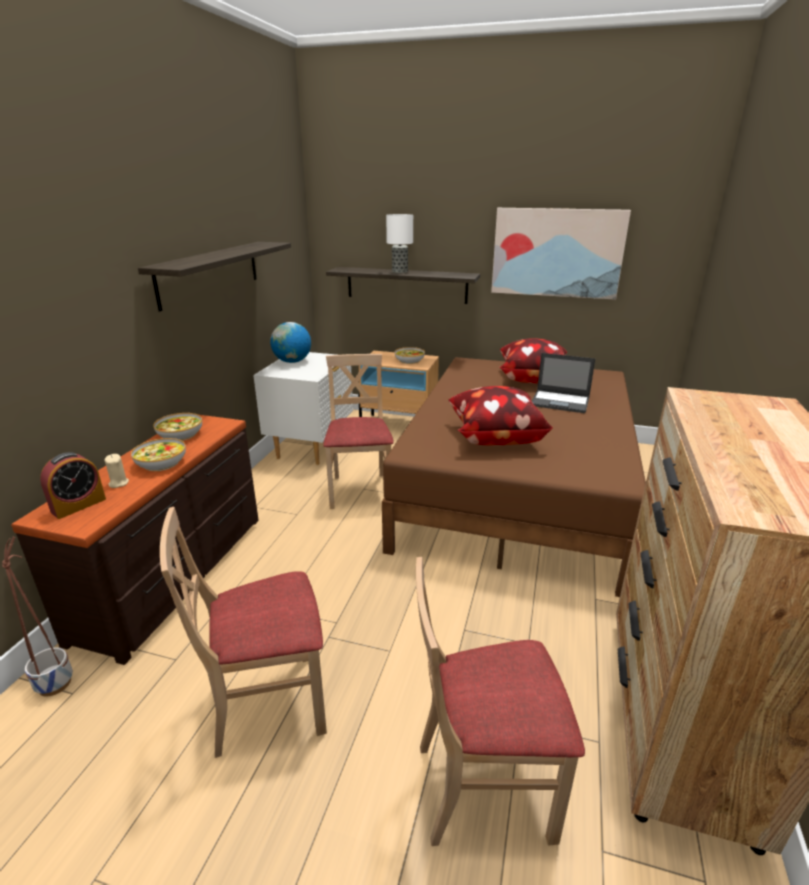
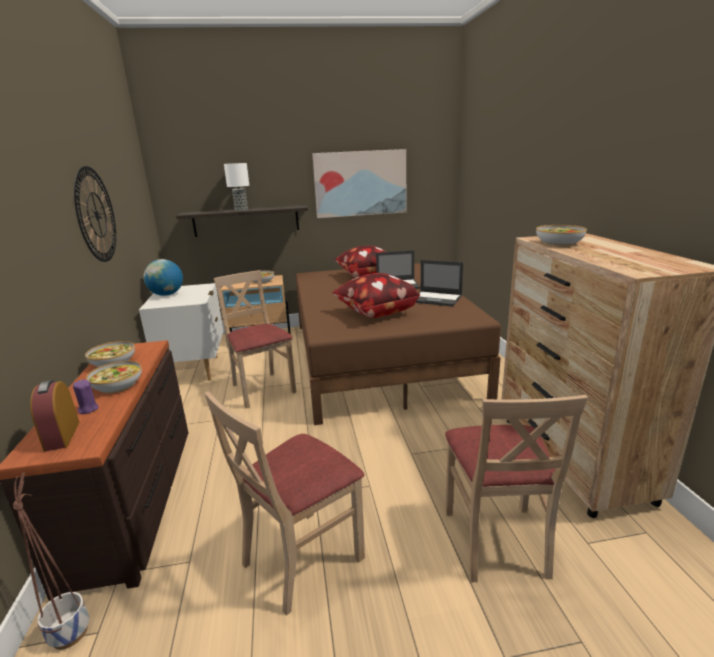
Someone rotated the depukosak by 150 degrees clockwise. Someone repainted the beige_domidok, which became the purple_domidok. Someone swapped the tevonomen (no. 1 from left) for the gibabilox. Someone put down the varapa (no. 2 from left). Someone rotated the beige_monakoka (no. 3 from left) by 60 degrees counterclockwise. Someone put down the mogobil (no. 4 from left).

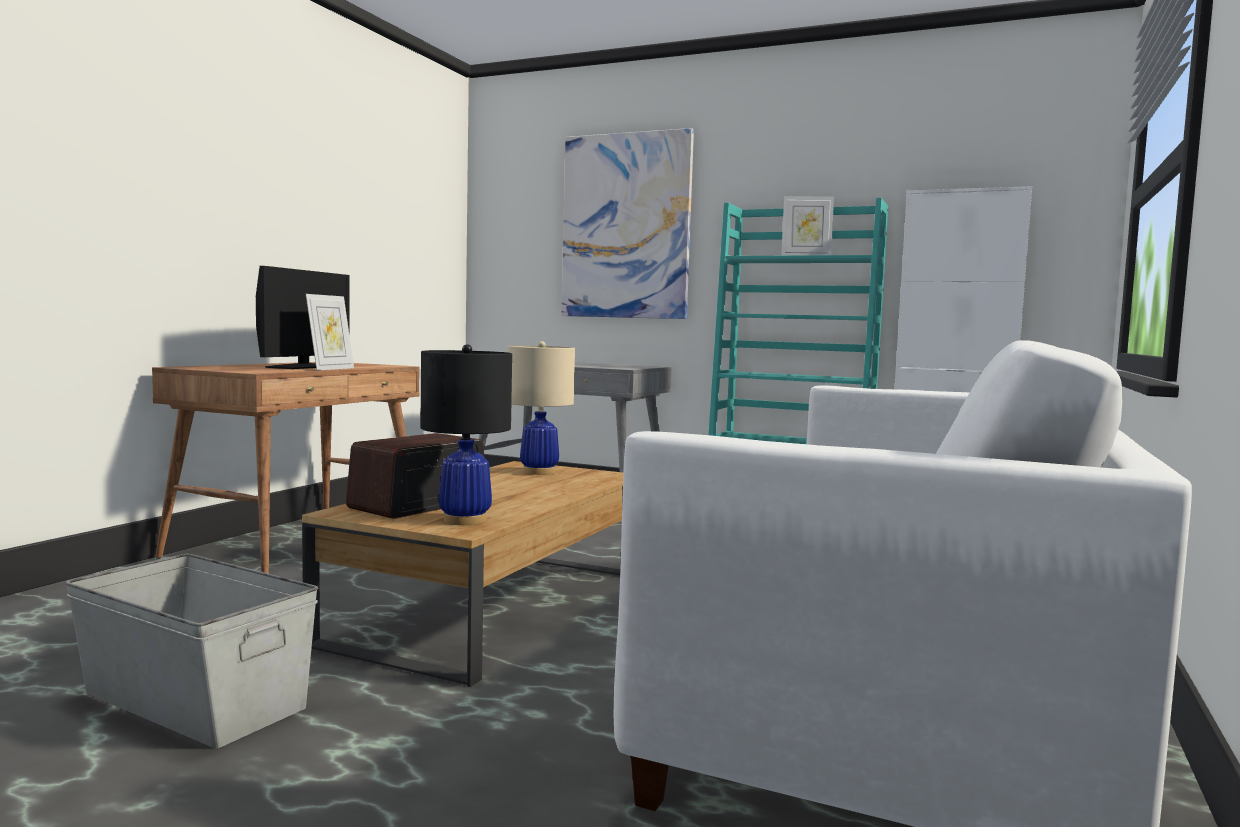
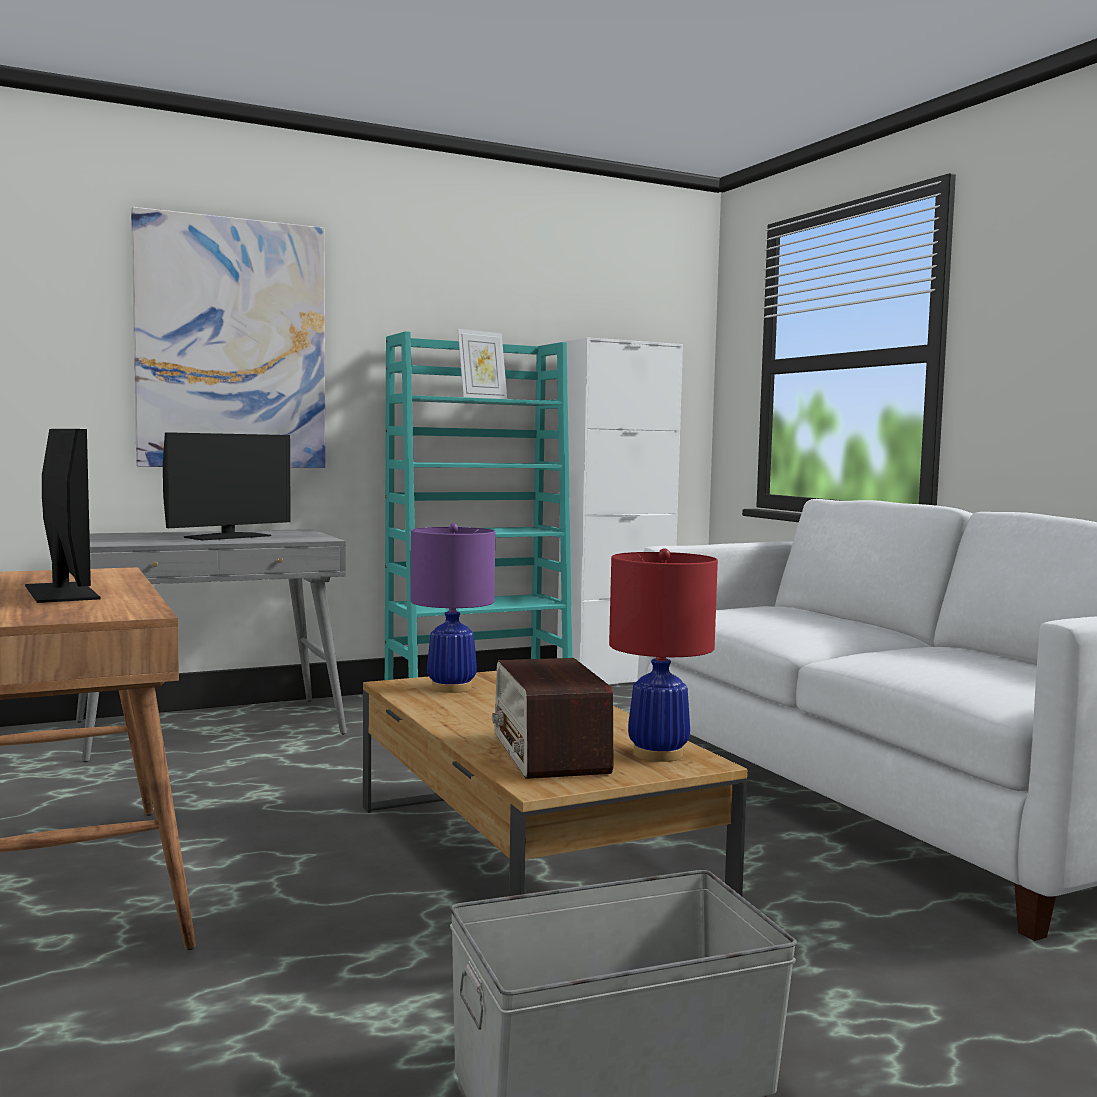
Someone put down the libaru (no. 2 from left). Someone repainted the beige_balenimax, which became the purple_balenimax. Someone repainted the black_balenimax, which became the red_balenimax. Someone took away the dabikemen (no. 1 from left).

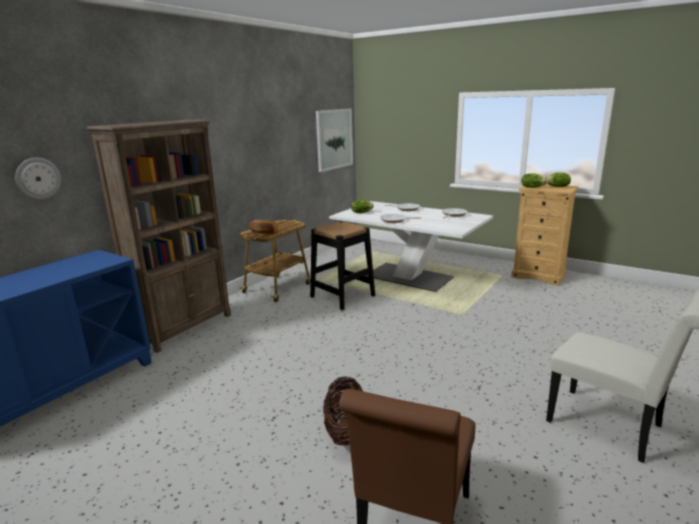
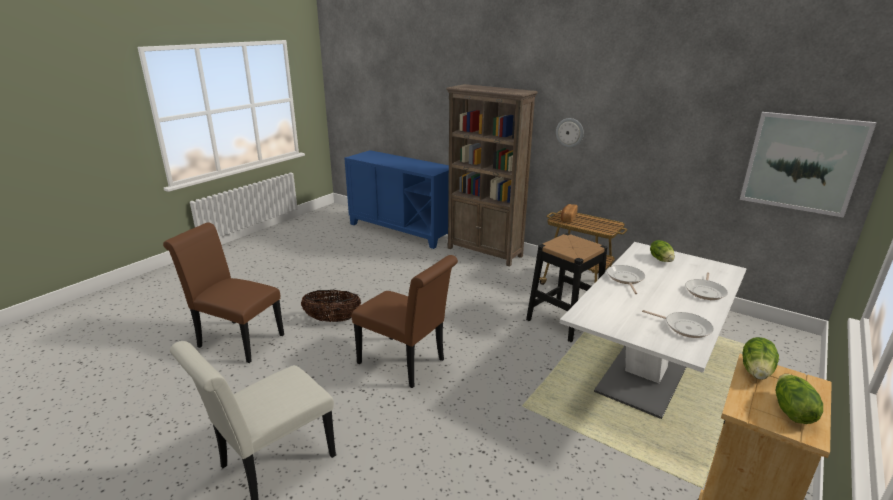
Someone put down the brown_monakoka (no. 2 from left). Someone carried the gibabilox.

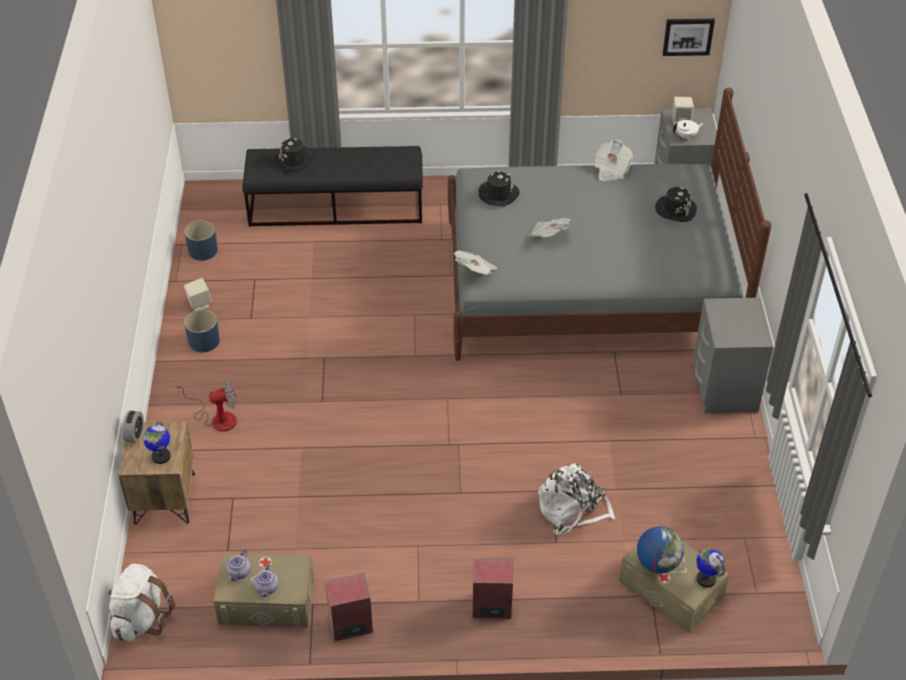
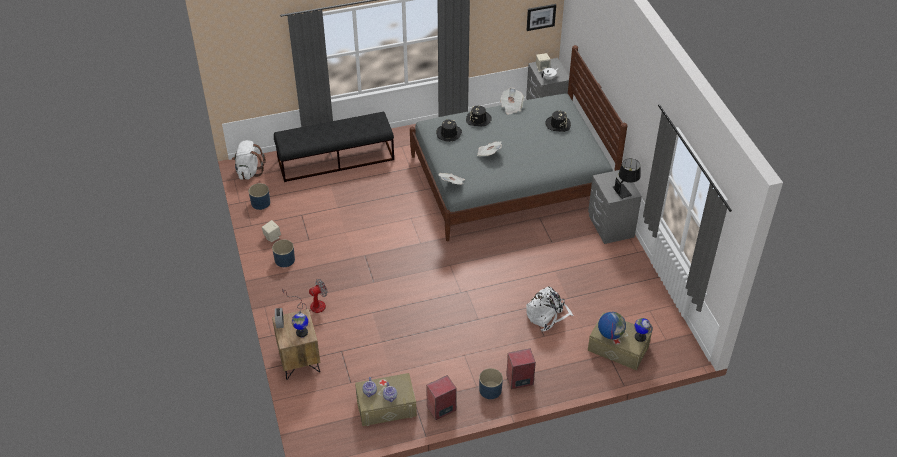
Someone carried the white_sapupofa (no. 1 from left). Someone carried the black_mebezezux (no. 1 from left in the first image). Someone put down the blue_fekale (no. 3 from left). Someone put down the black_balenimax.

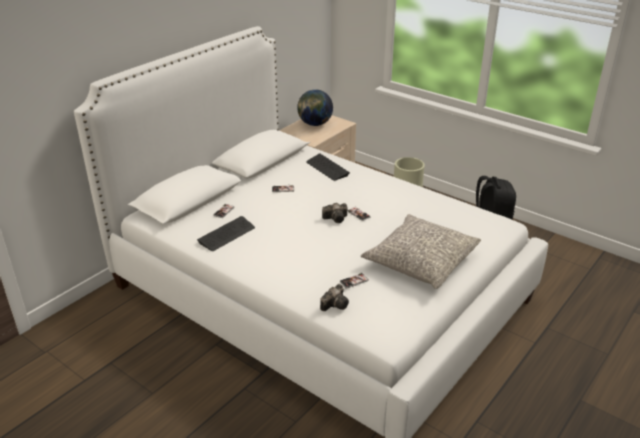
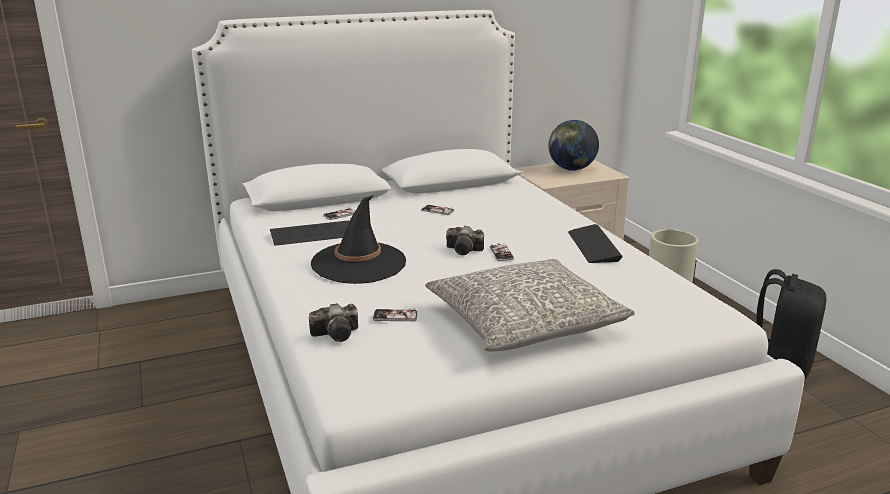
Someone put down the black_mebezezux. Someone carried the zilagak (no. 2 from left).

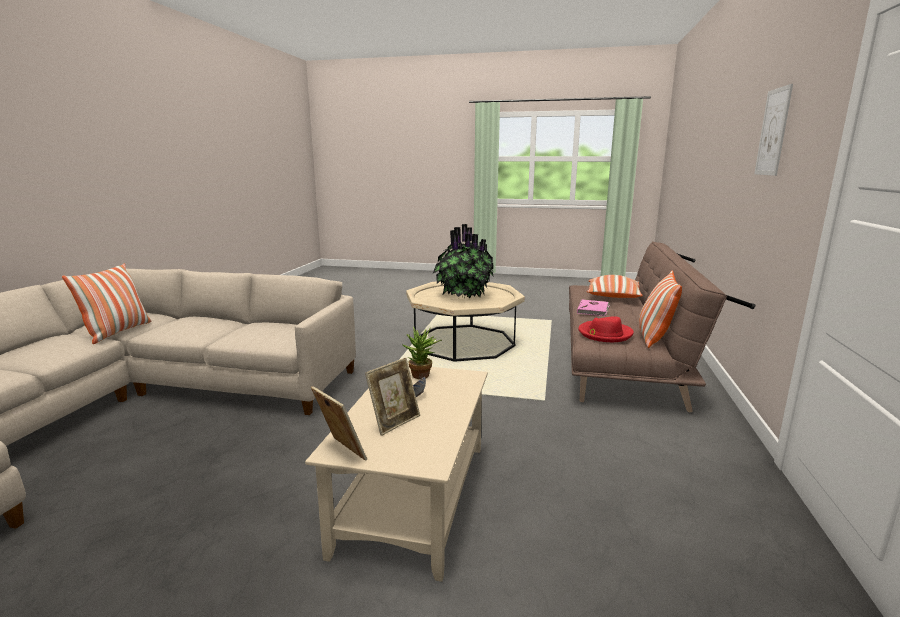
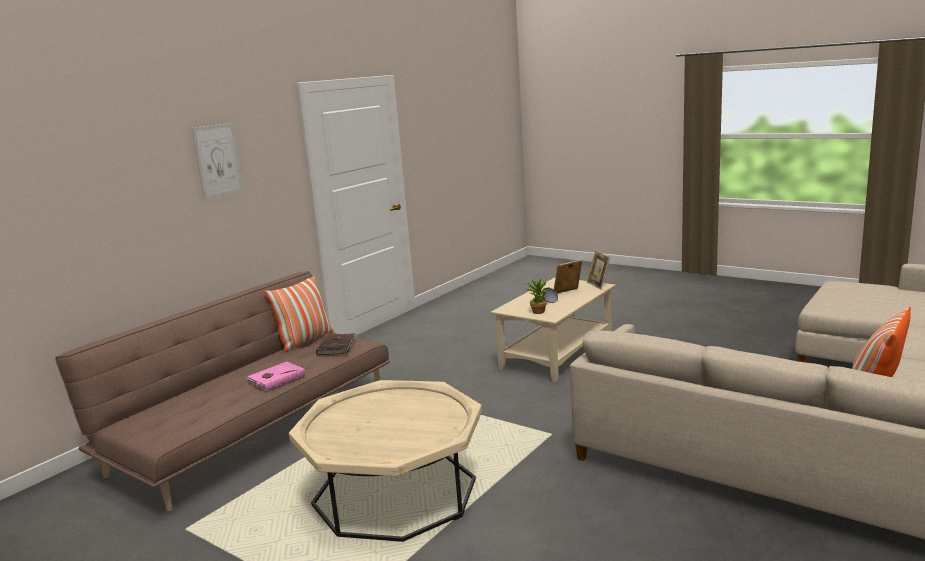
Someone swapped the red_mebezezux for the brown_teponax. Someone took away the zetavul (no. 2 from left). Someone took away the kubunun (no. 2 from left).

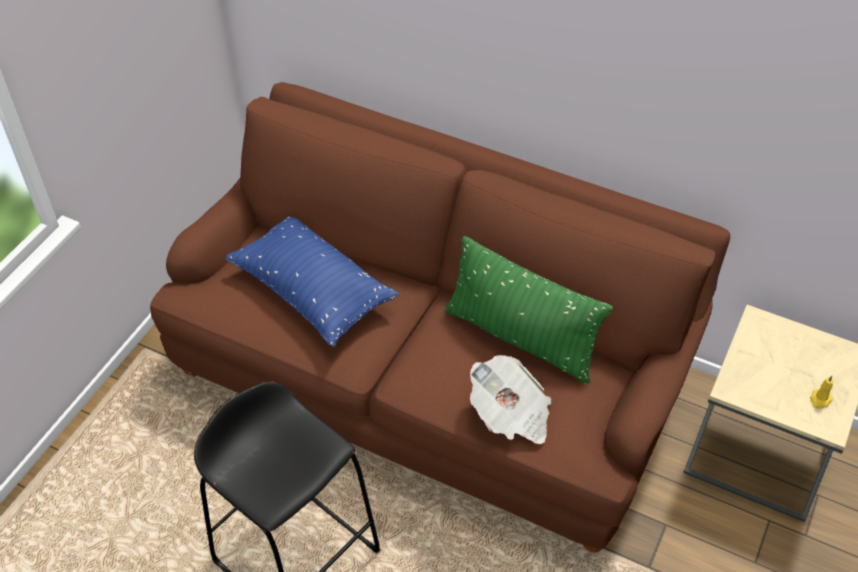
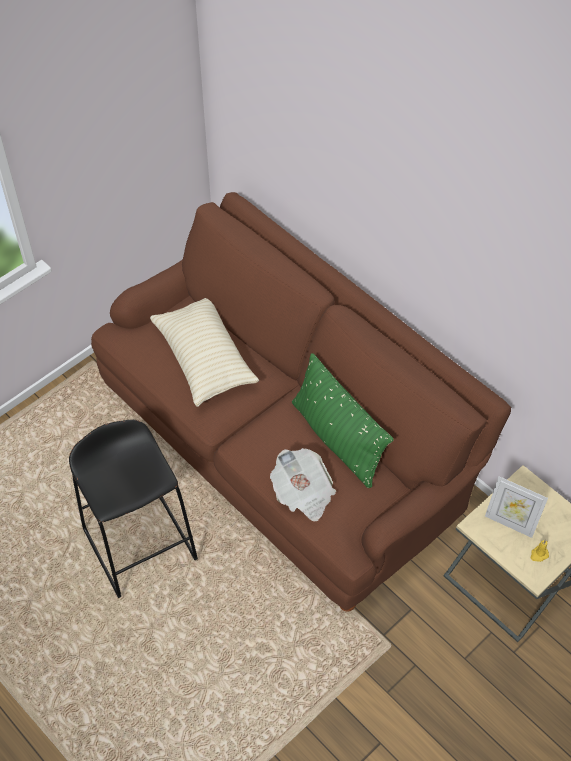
Someone repainted the blue_kubunun, which became the beige_kubunun. Someone put down the dabikemen.

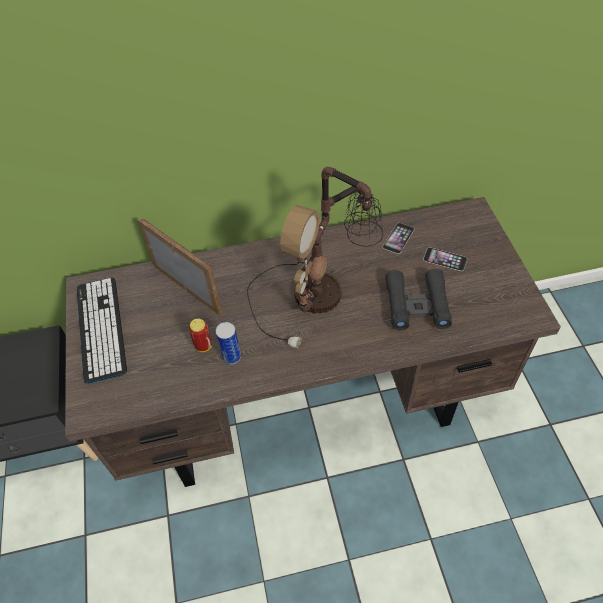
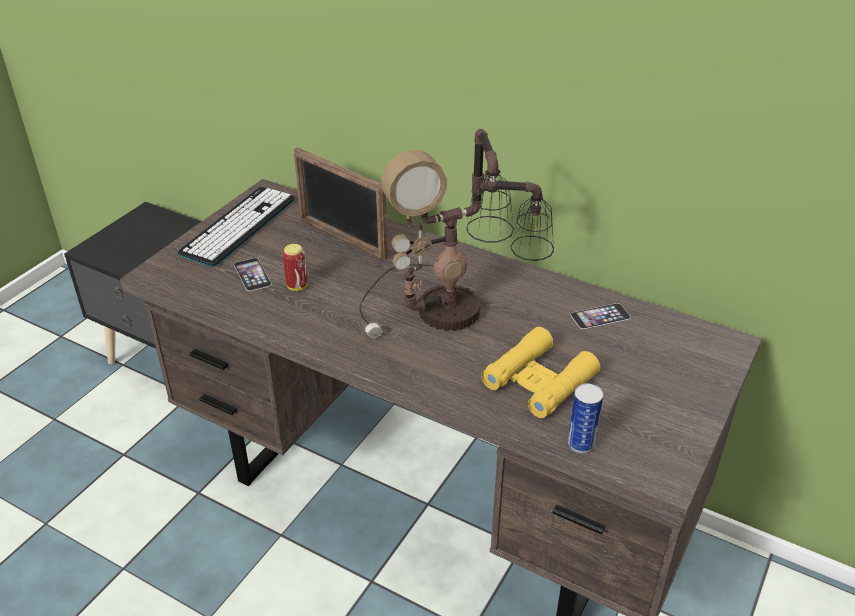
Someone carried the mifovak (no. 2 from left in the first image). Someone rotated the dabikemen by 135 degrees clockwise. Someone repainted the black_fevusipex, which became the yellow_fevusipex. Someone carried the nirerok (no. 2 from left).

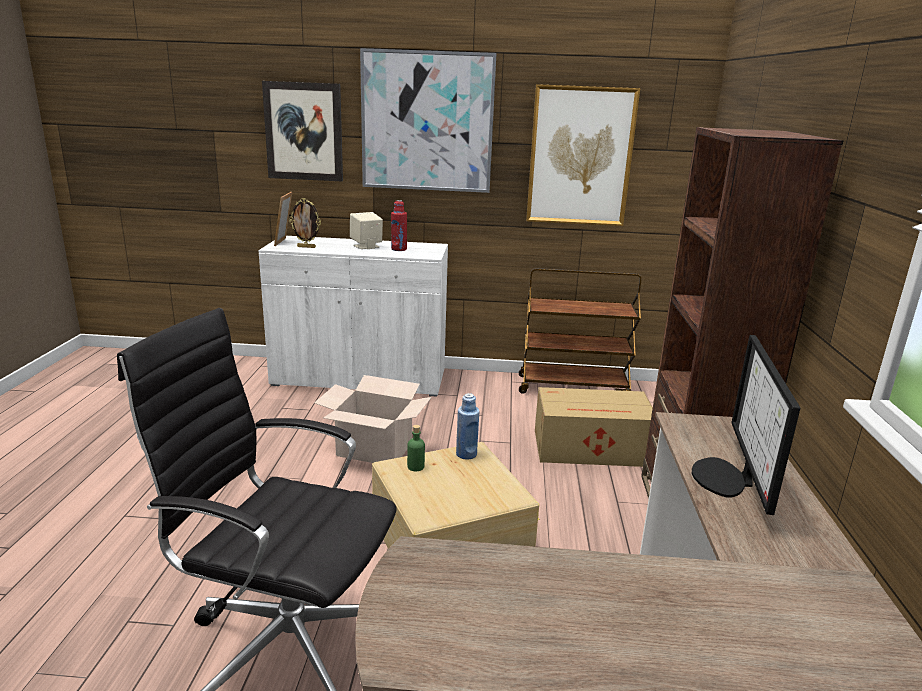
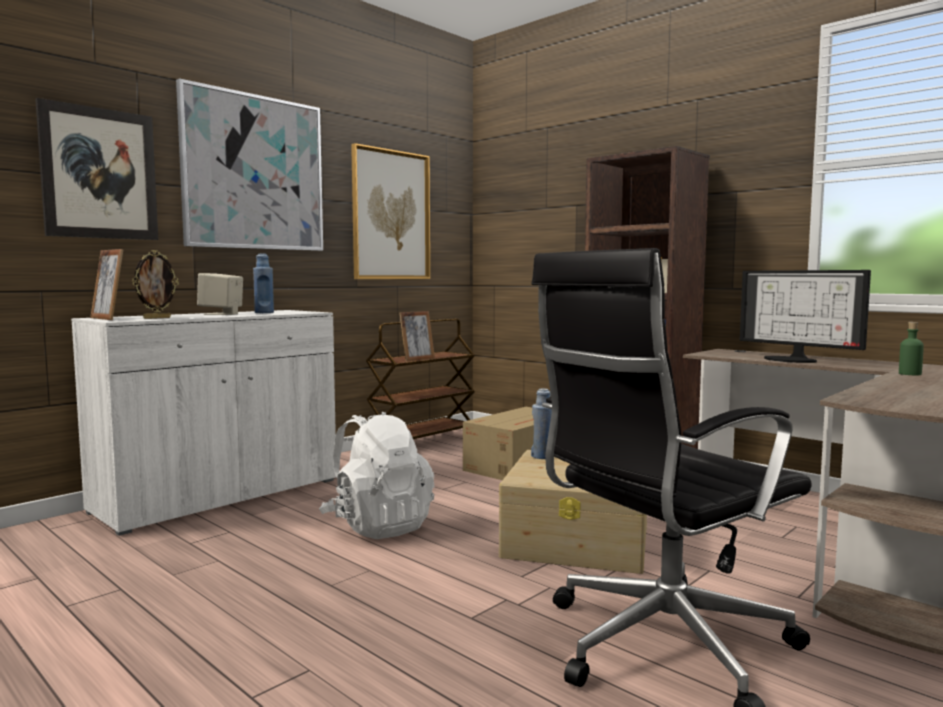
Someone repainted the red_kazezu, which became the blue_kazezu (no. 1 from left). Someone swapped the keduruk (no. 1 from left) for the white_sapupofa. Someone put down the dabikemen (no. 3 from left). Someone carried the green_kazezu.

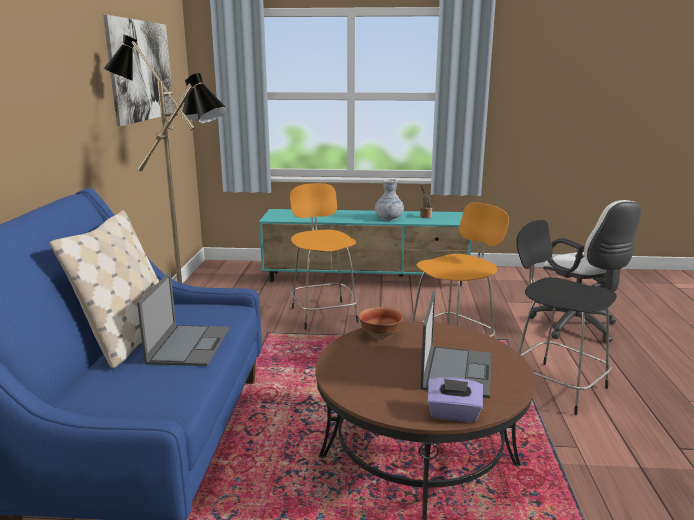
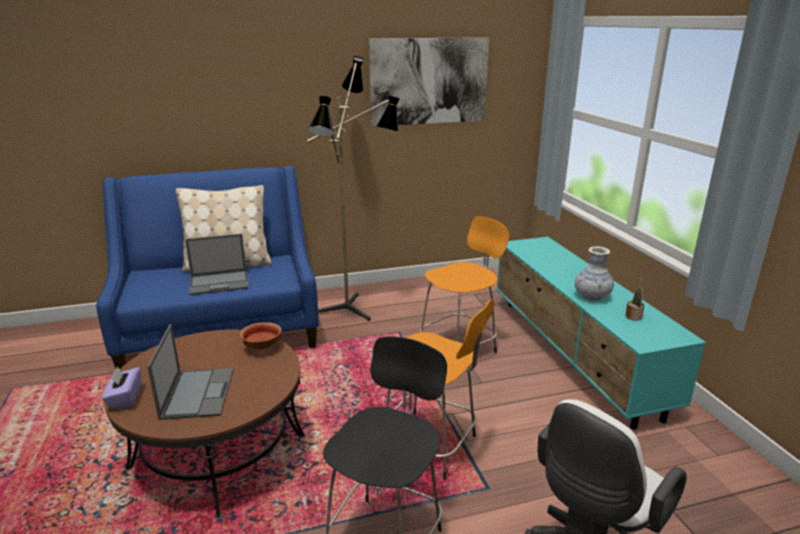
Someone rotated the varapa (no. 2 from left in the first image) by 90 degrees counterclockwise.

